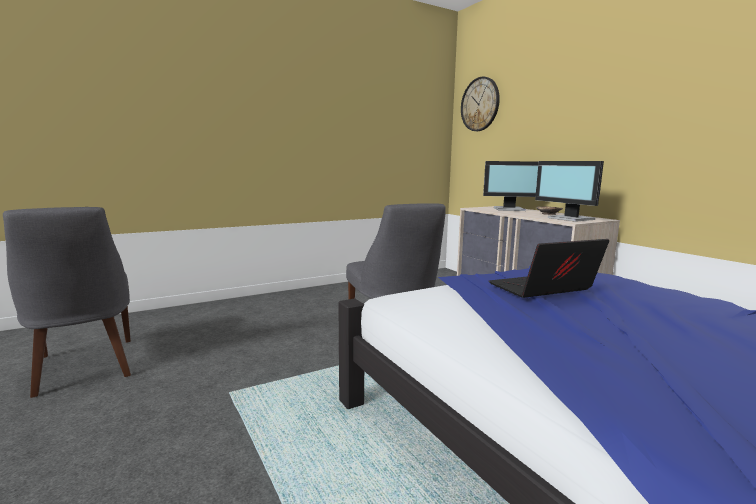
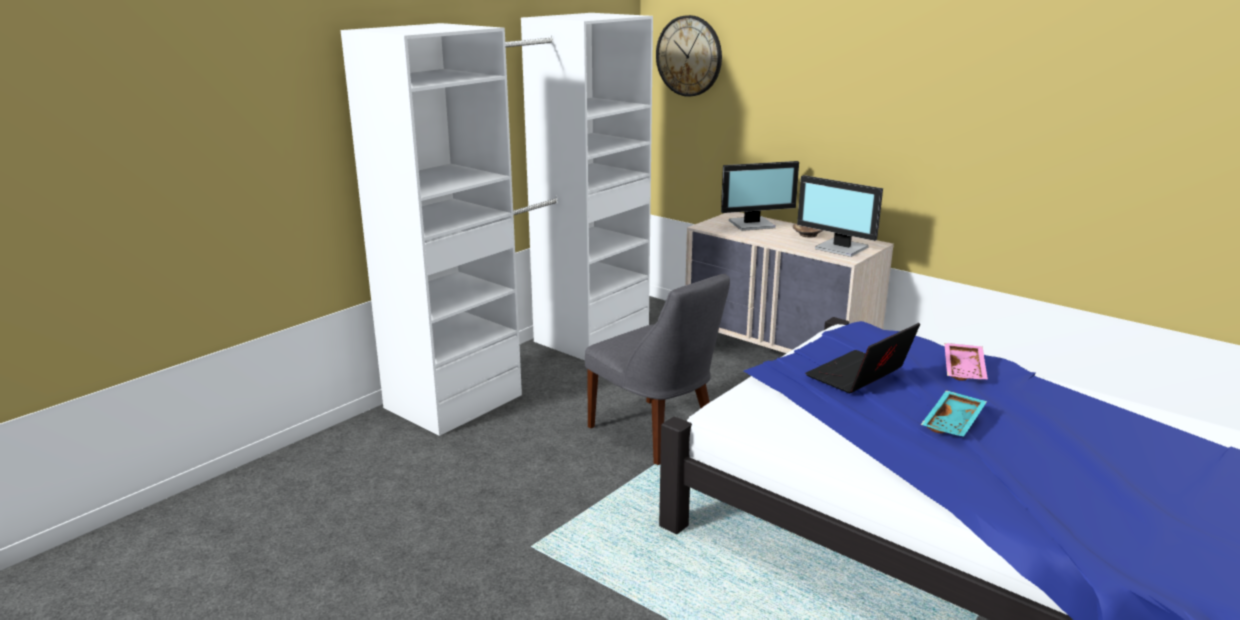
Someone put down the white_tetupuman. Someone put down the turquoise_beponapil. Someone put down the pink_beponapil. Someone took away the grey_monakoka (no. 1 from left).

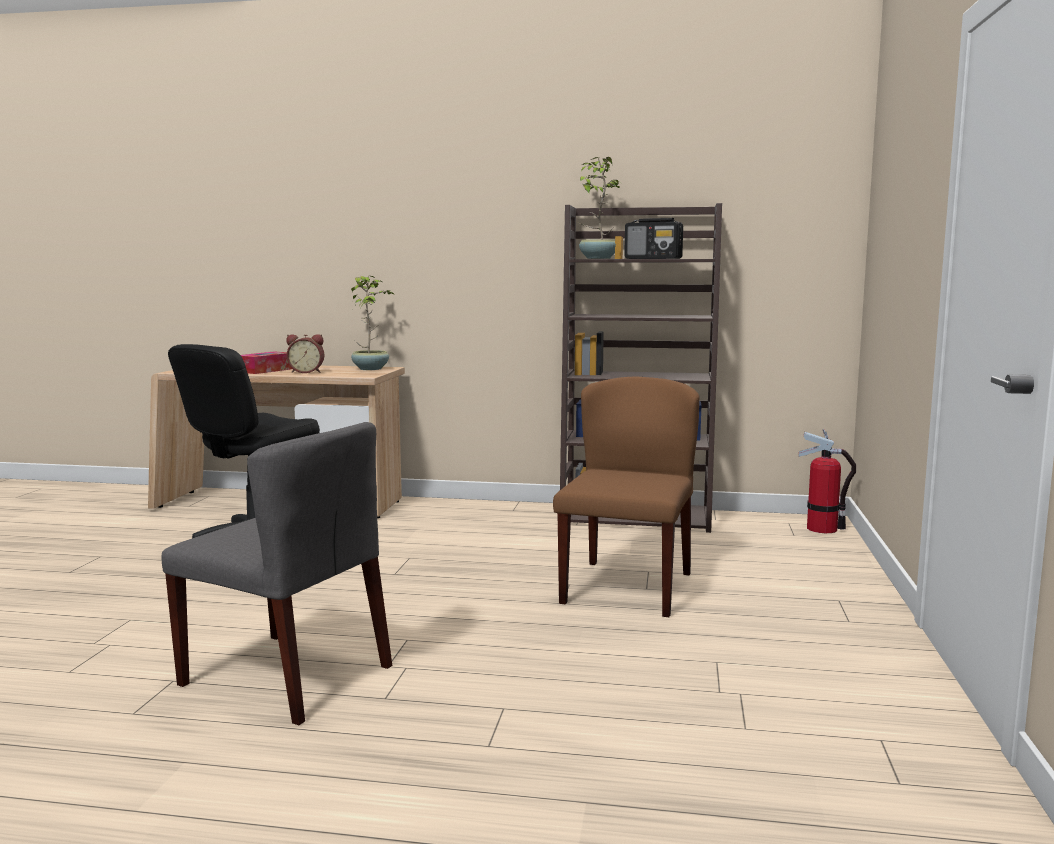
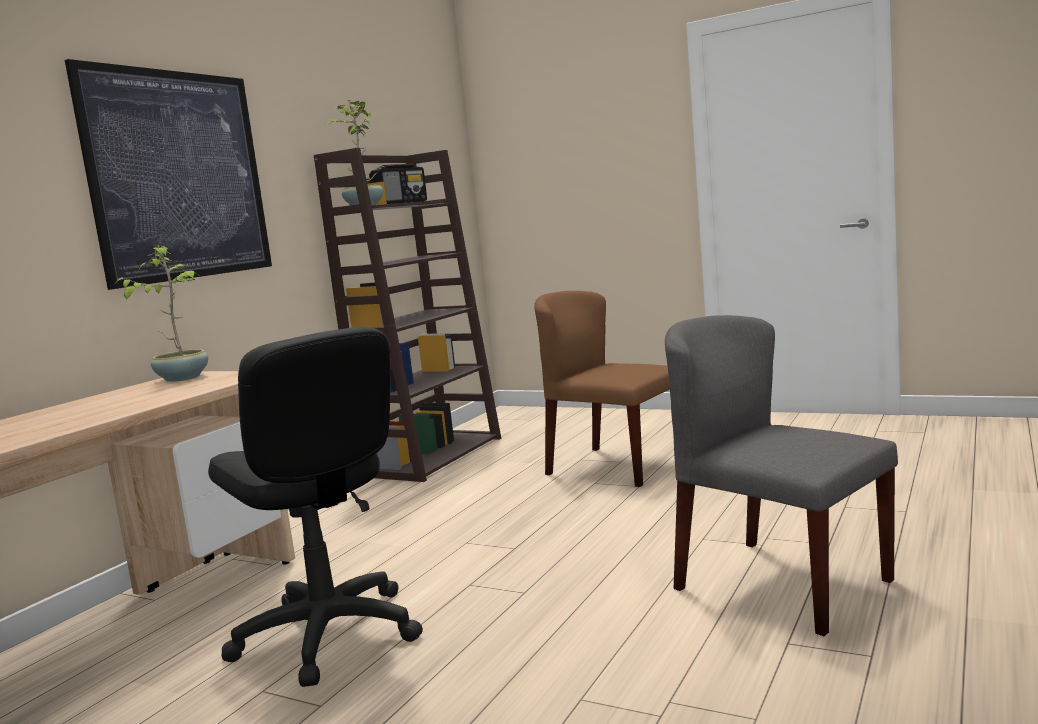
Someone put up the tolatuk. Someone rotated the grey_monakoka by 90 degrees counterclockwise. Someone took away the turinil. Someone took away the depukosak. Someone took away the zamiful.

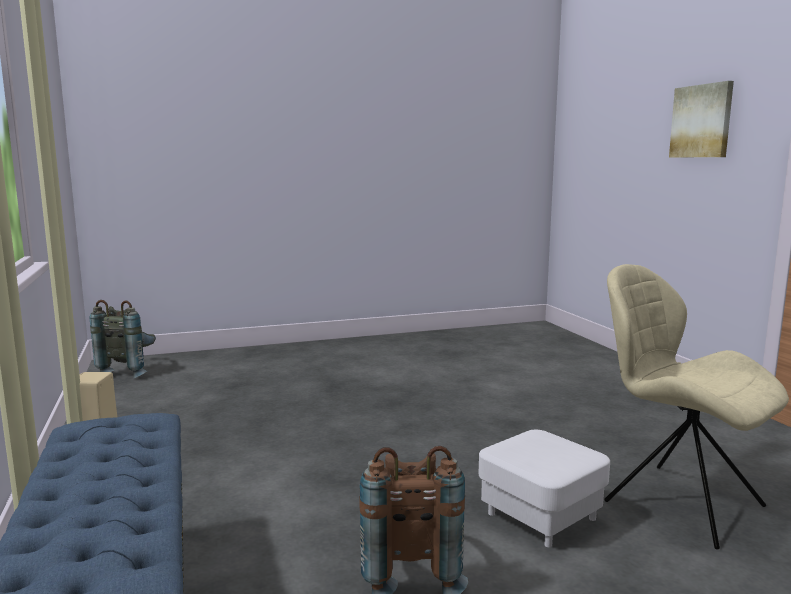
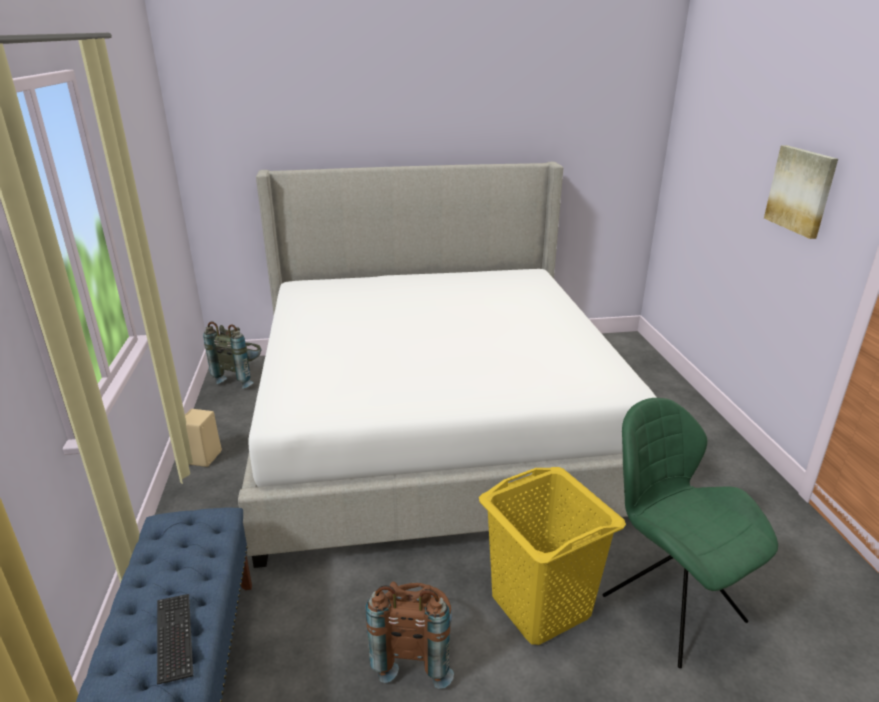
Someone put down the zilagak. Someone put down the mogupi. Someone swapped the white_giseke for the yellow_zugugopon. Someone repainted the beige_monakoka, which became the green_monakoka.

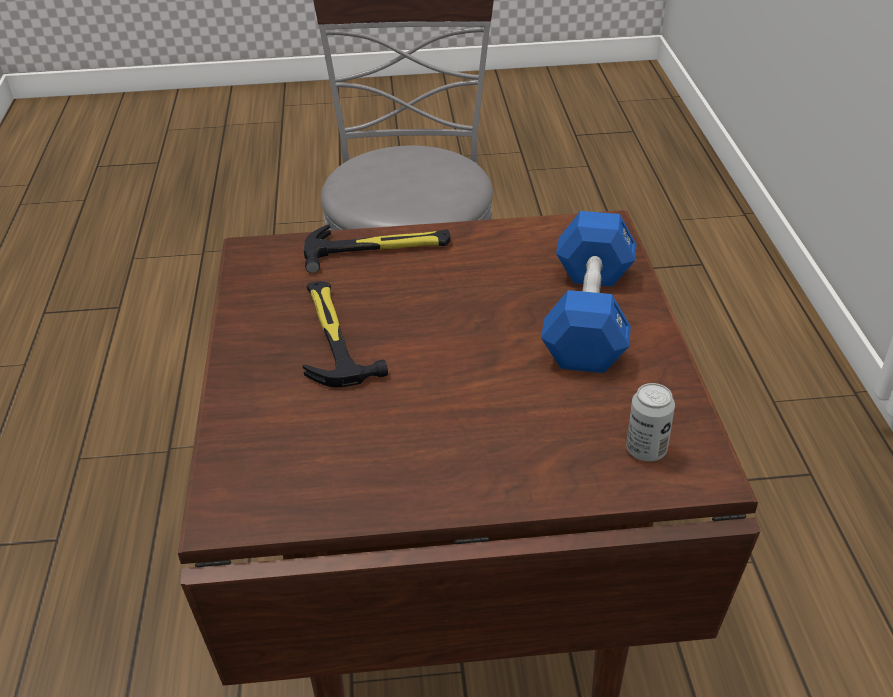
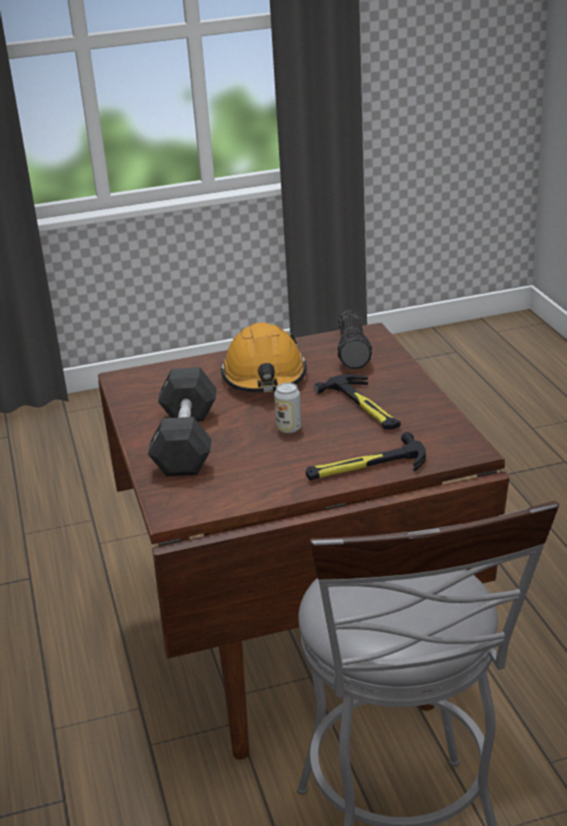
Someone repainted the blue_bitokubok, which became the black_bitokubok. Someone put down the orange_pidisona. Someone carried the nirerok. Someone put down the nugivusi.

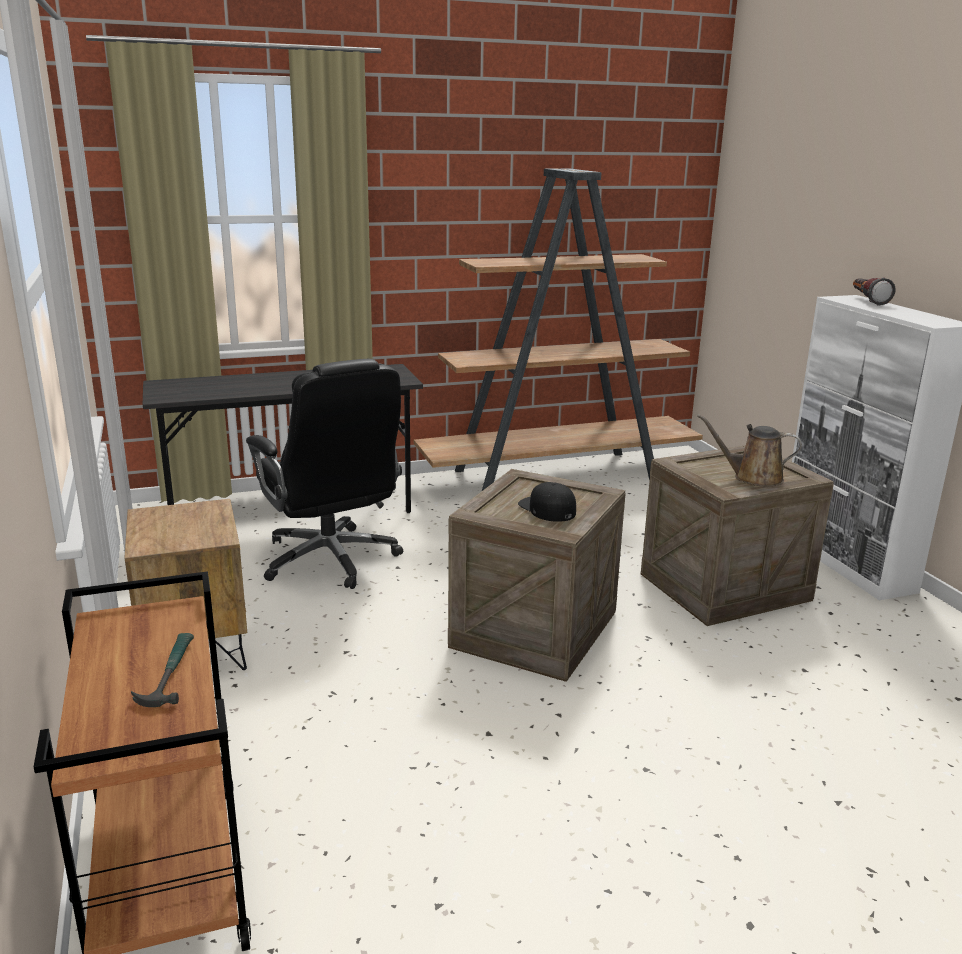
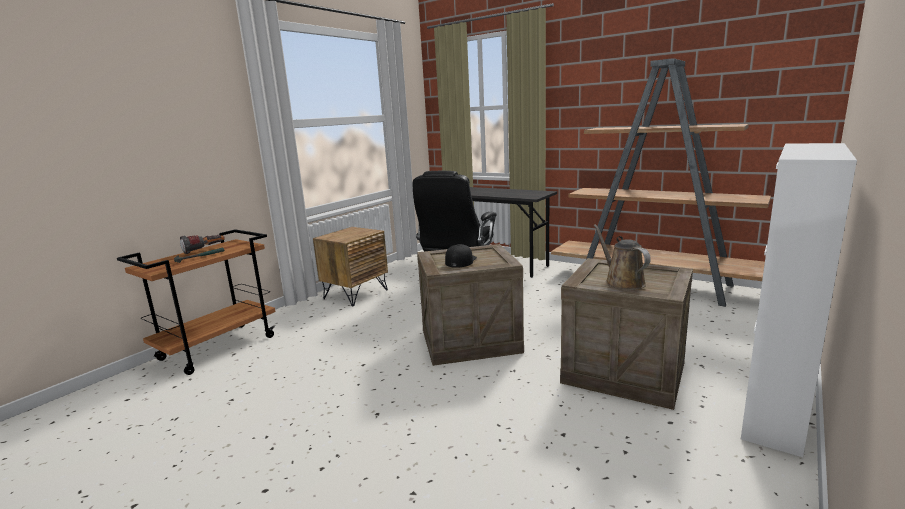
Someone carried the nugivusi.

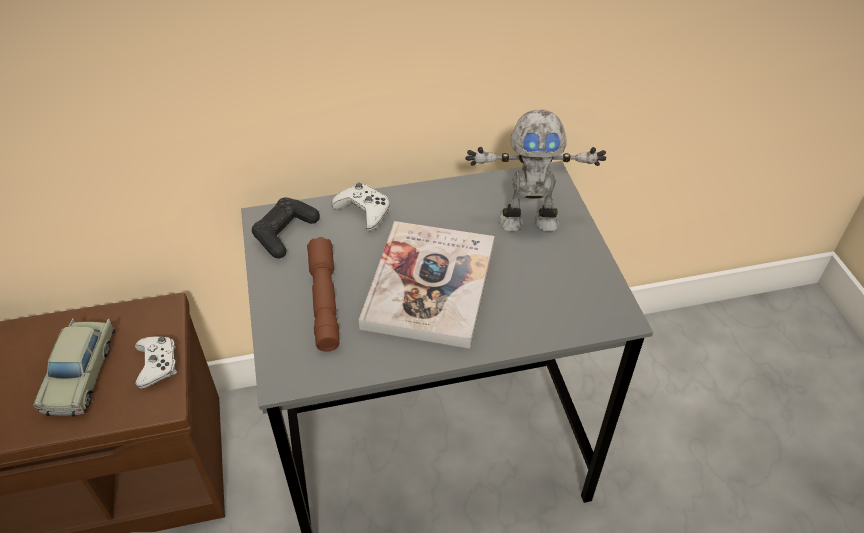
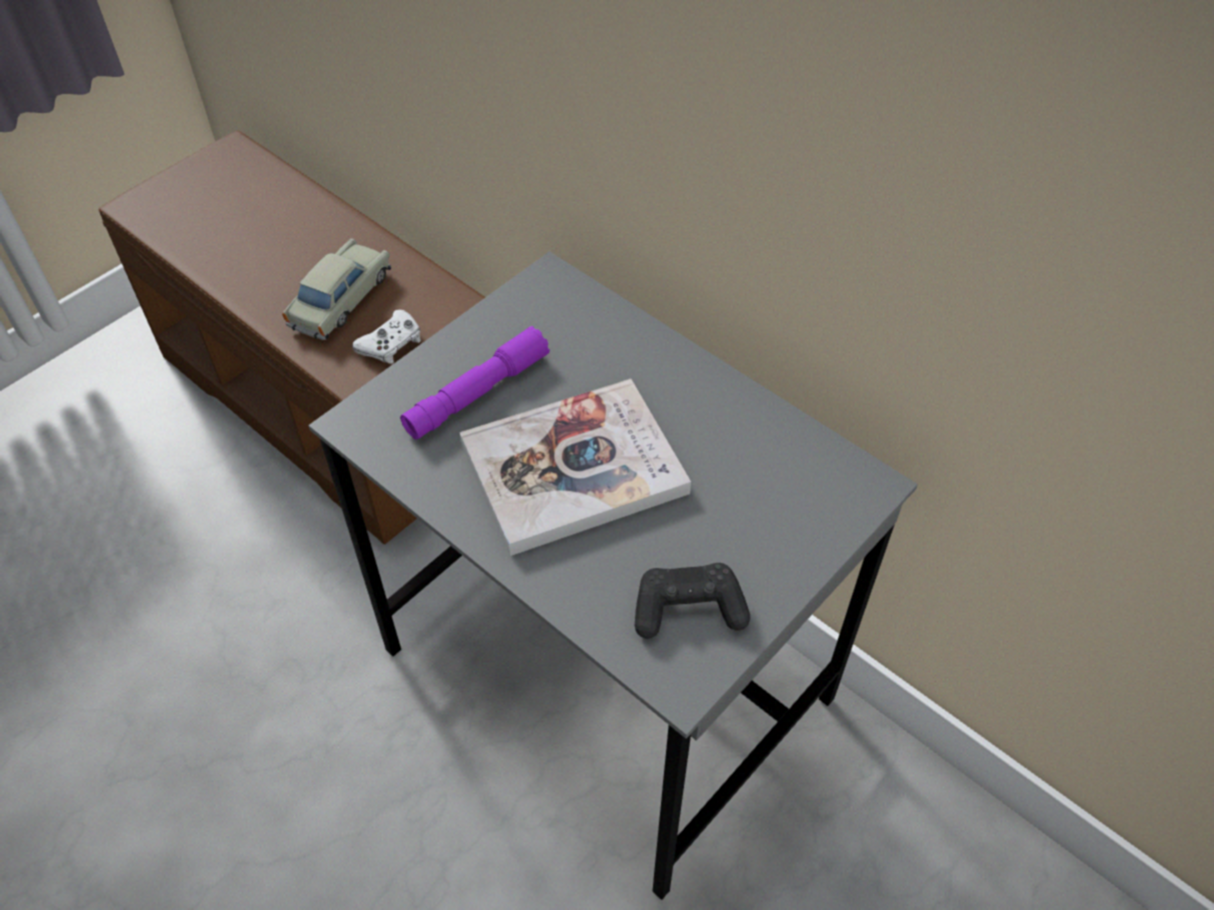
Someone rotated the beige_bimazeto by 150 degrees clockwise. Someone repainted the brown_nugivusi, which became the purple_nugivusi. Someone carried the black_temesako. Someone took away the white_temesako (no. 2 from left). Someone took away the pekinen.

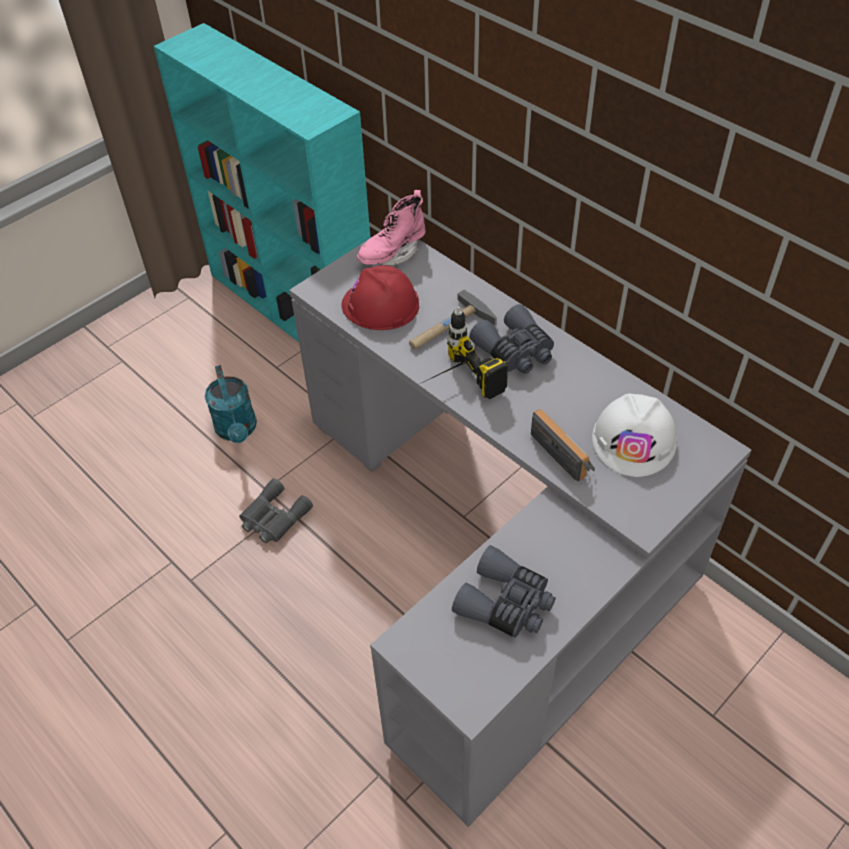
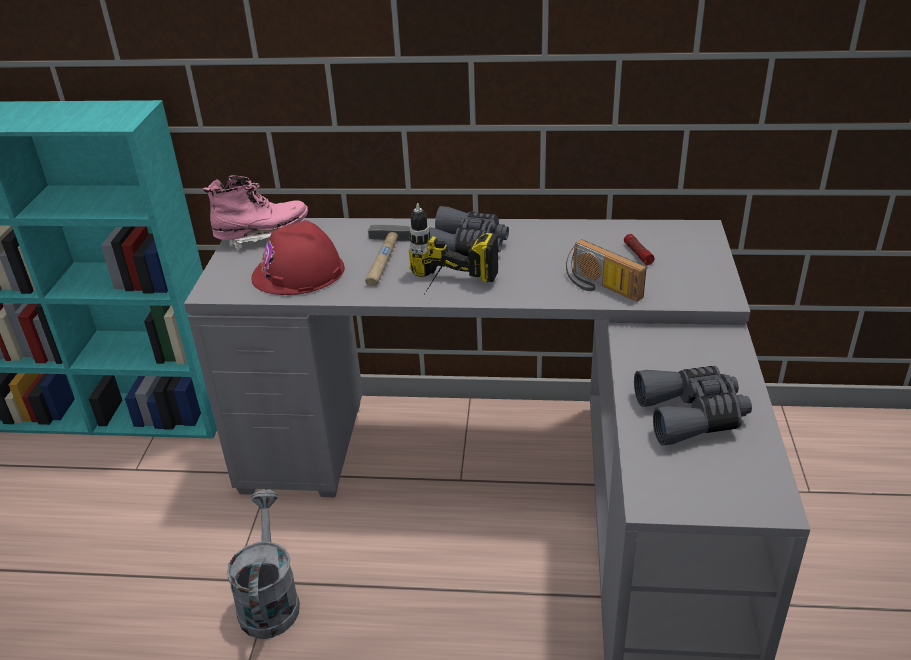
Someone rotated the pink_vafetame by 120 degrees counterclockwise. Someone swapped the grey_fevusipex (no. 1 from left) for the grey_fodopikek. Someone rotated the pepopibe by 150 degrees counterclockwise. Someone swapped the white_pidisona for the nugivusi. Someone took away the turquoise_fodopikek.

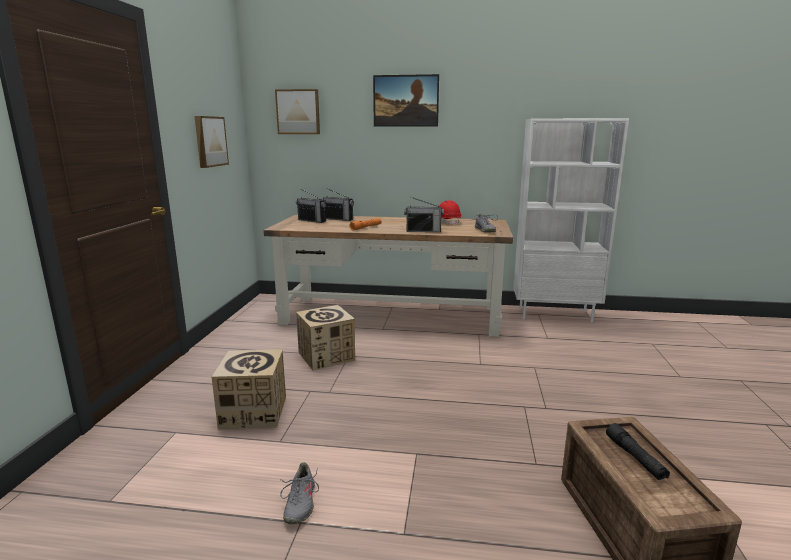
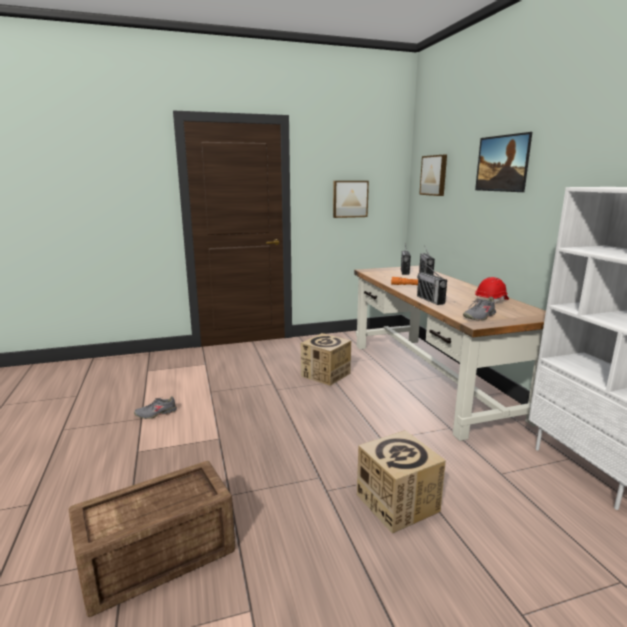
Someone carried the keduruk (no. 1 from left in the first image). Someone took away the black_nugivusi.

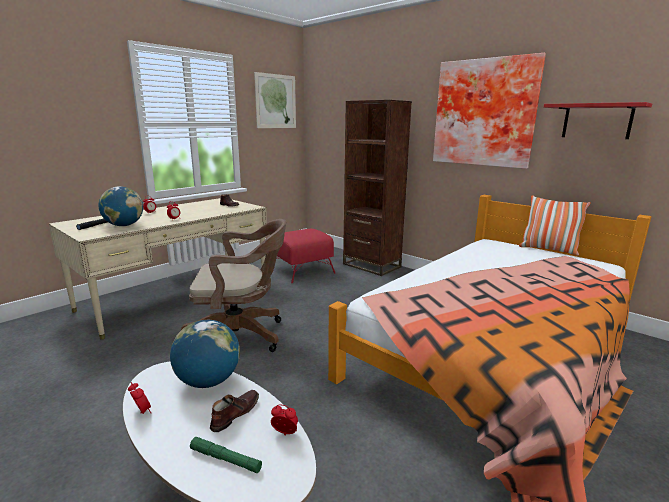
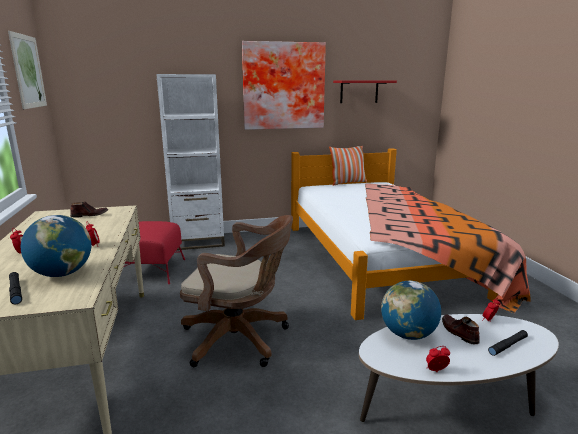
Someone repainted the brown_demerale, which became the white_demerale. Someone rotated the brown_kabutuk by 75 degrees clockwise. Someone repainted the green_nugivusi, which became the black_nugivusi (no. 2 from left).

